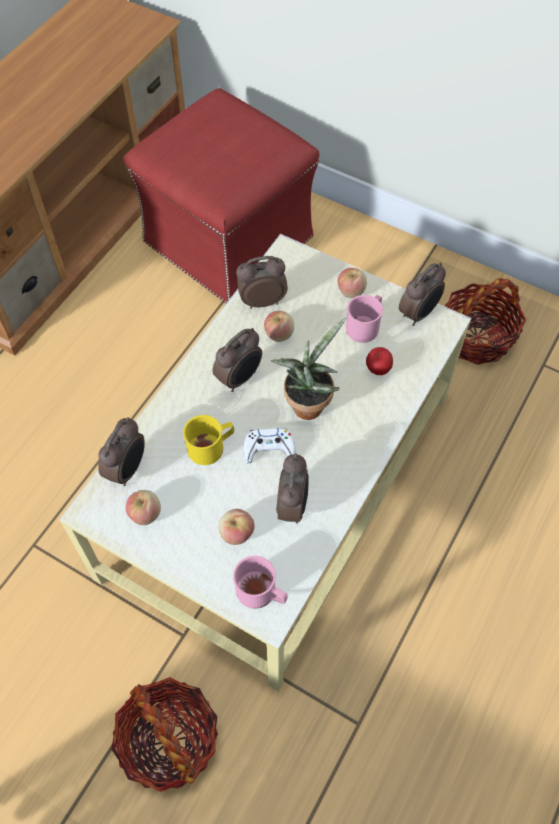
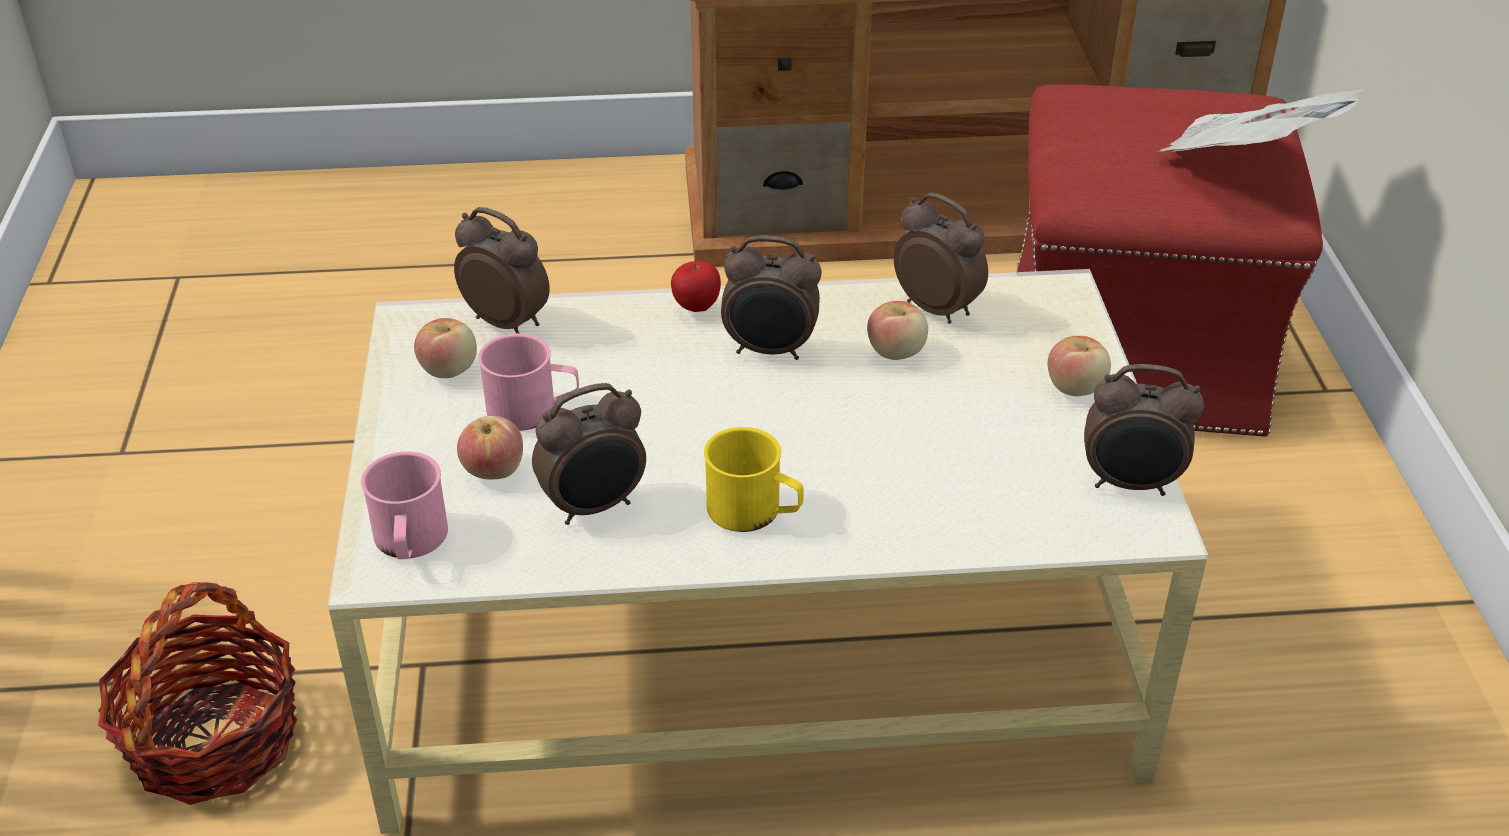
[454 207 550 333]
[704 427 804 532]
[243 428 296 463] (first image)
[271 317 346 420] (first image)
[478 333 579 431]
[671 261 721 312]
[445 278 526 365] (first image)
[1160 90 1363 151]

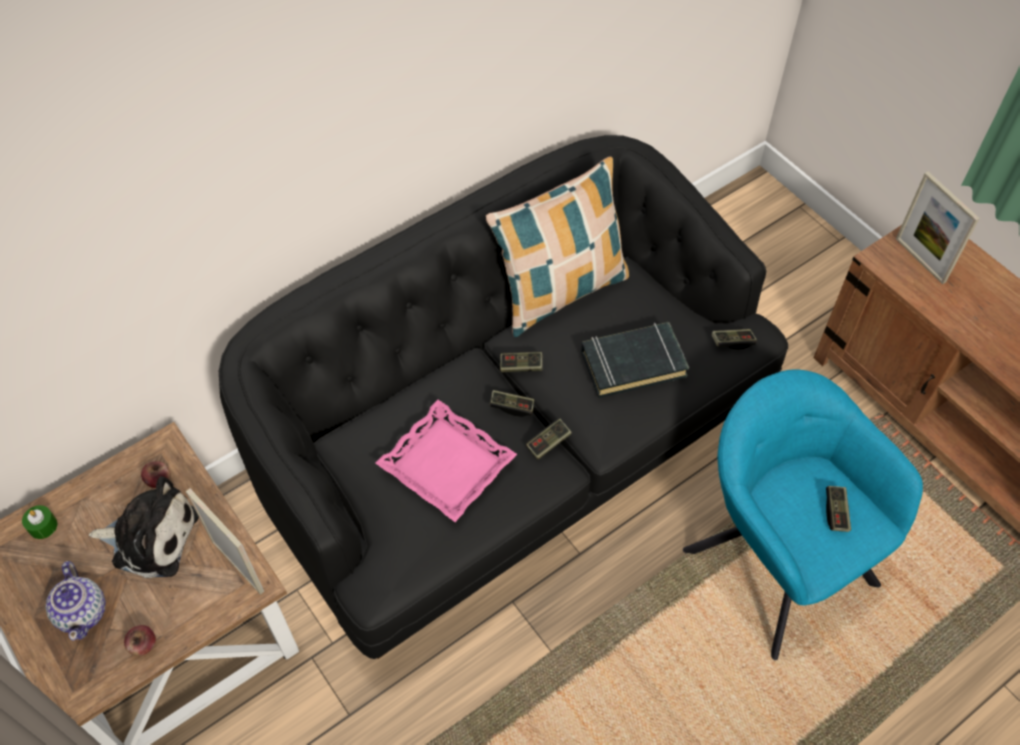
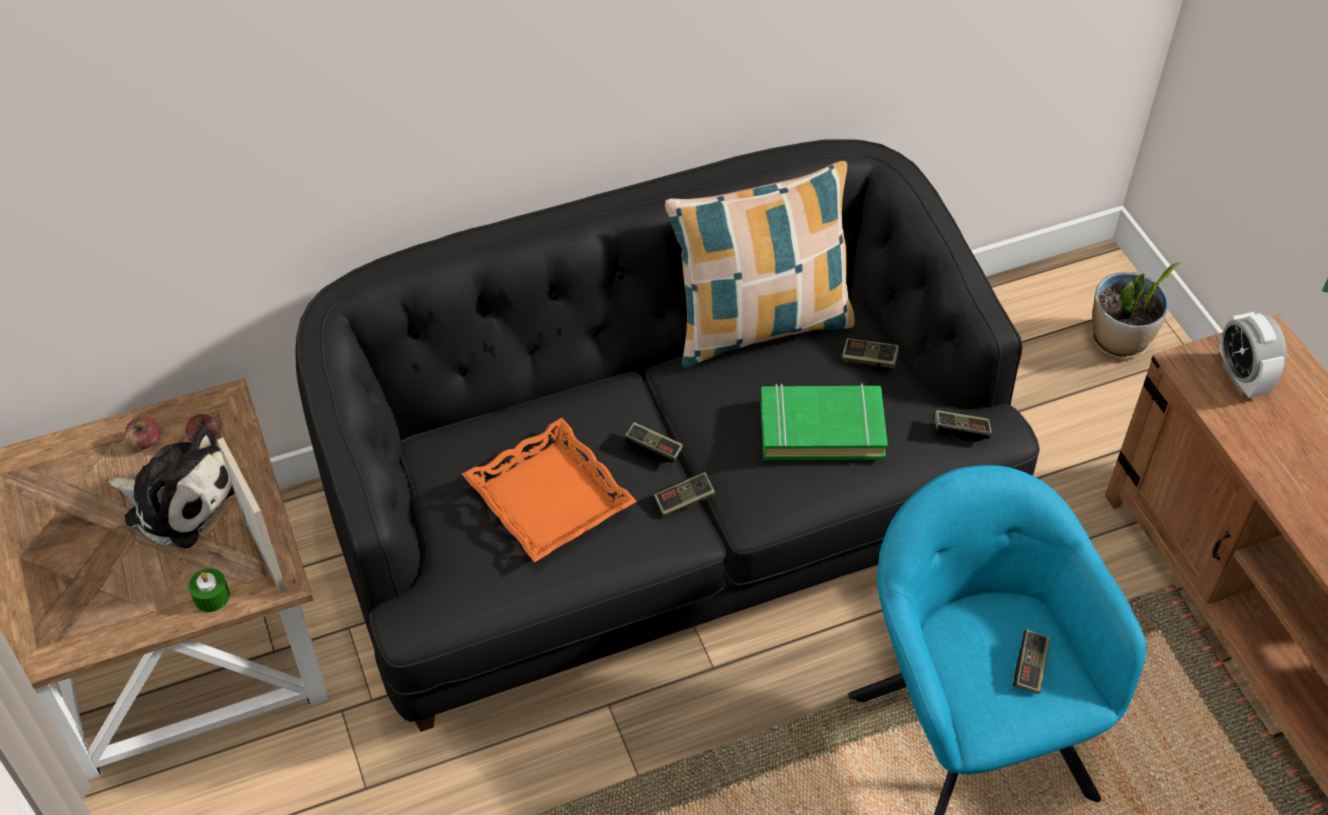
[189 569 230 612]
[45 561 106 641] (first image)
[125 416 160 450]
[462 418 637 563]
[842 338 899 368]
[760 383 888 460]
[1219 312 1287 398]
[1091 263 1181 359]

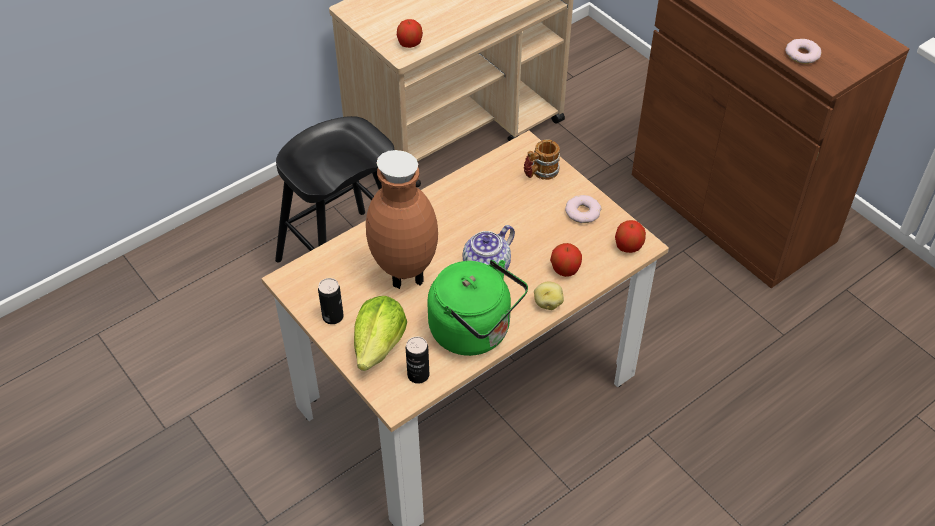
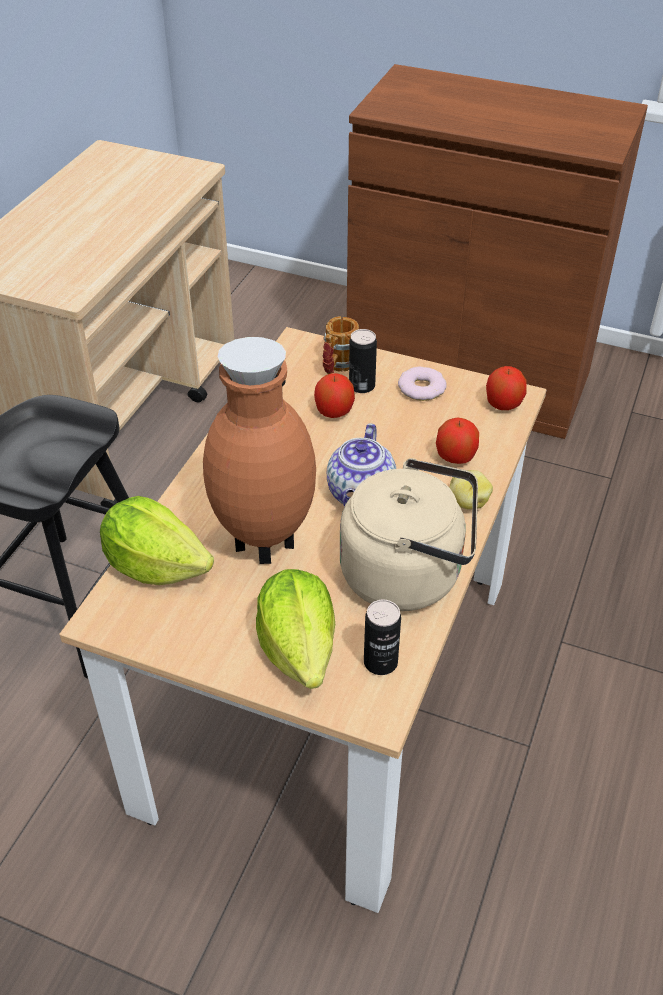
[349 329 377 393]
[314 373 355 418]
[340 458 478 611]
[785 39 822 64] (first image)
[100 496 214 585]

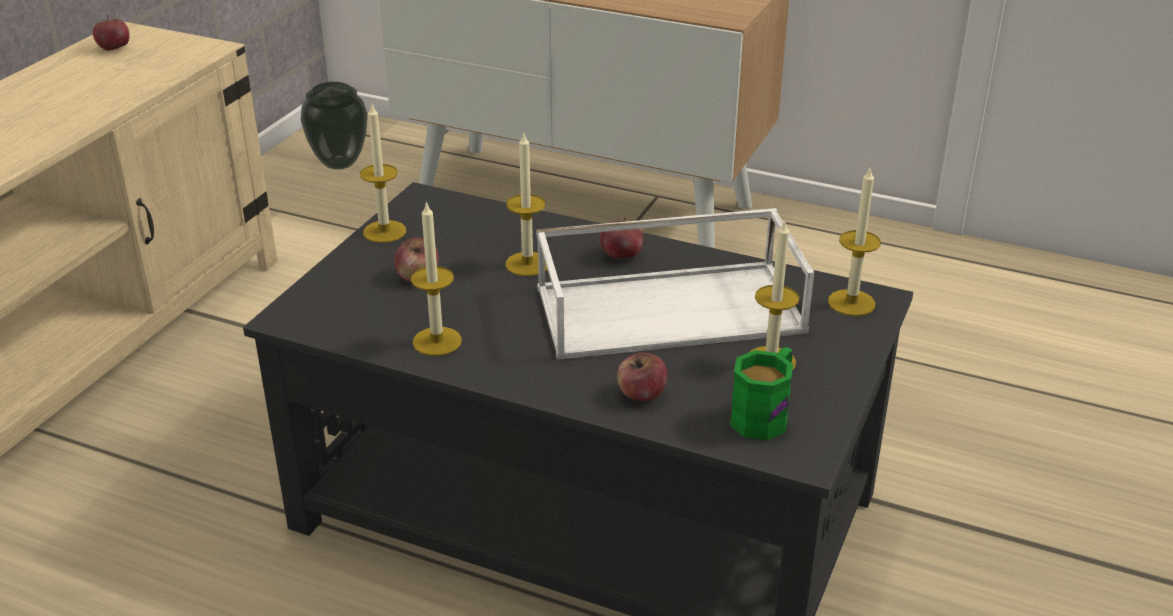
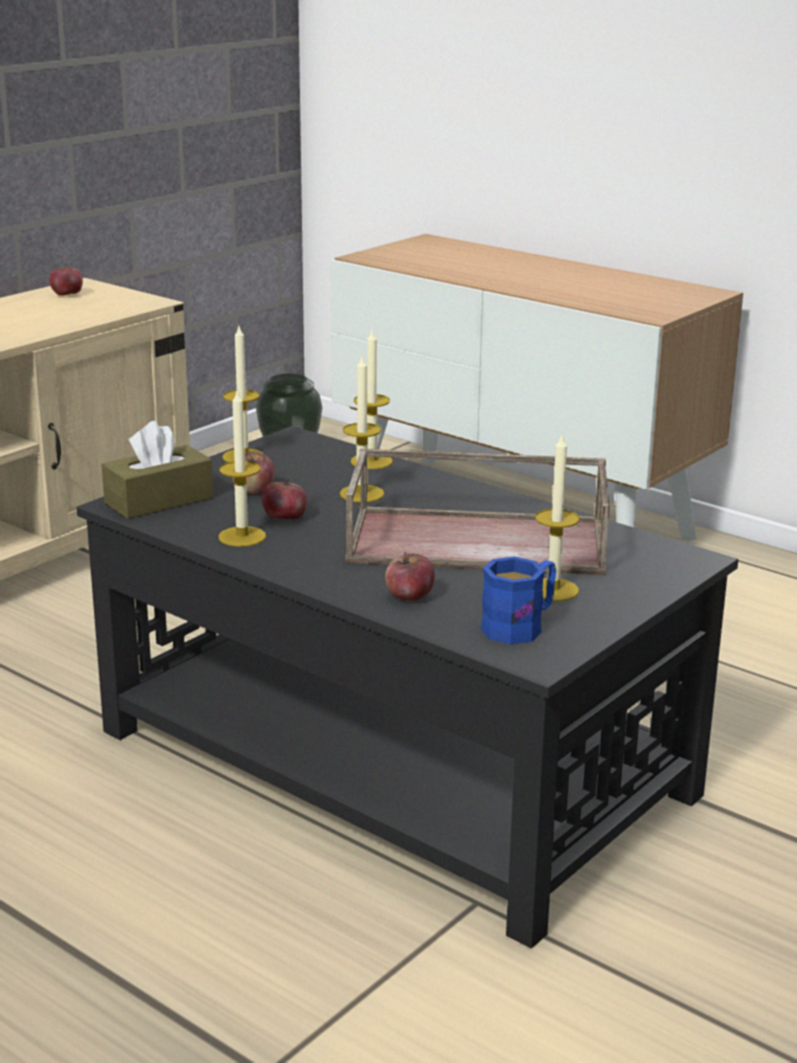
[345 449 610 575]
[262 478 307 520]
[481 556 556 645]
[351 330 393 469]
[101 421 213 519]

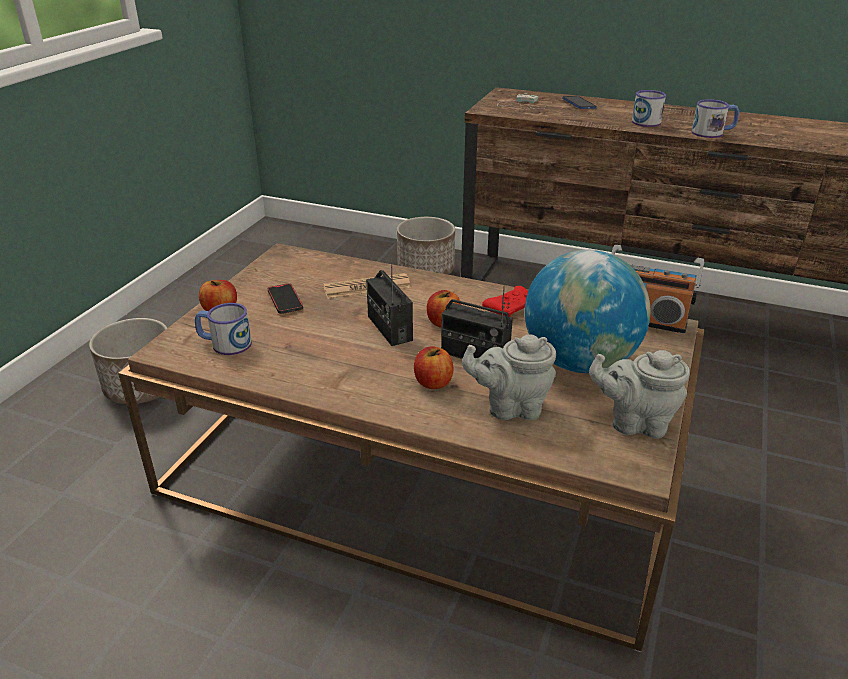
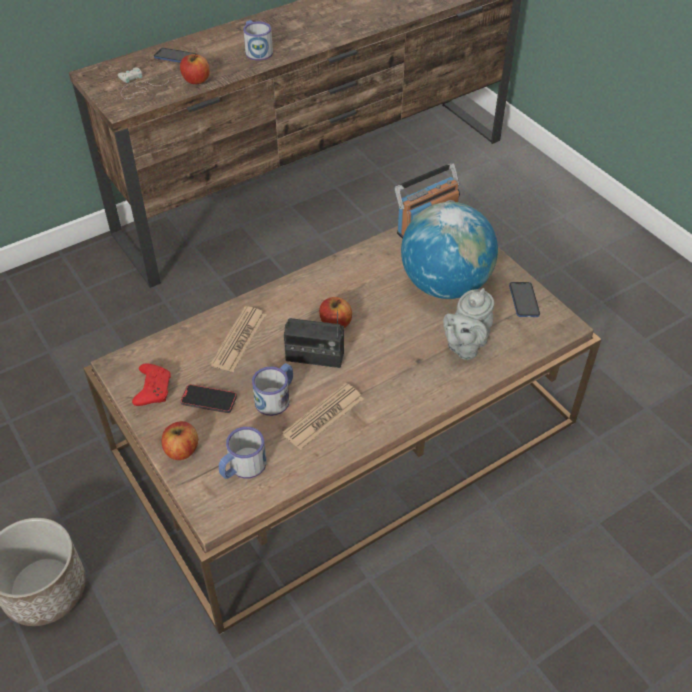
[397 217 455 275] (first image)
[180 54 210 84]
[441 279 513 359] (first image)
[132 363 171 406]
[509 282 540 317]
[252 363 293 416]
[282 383 364 450]

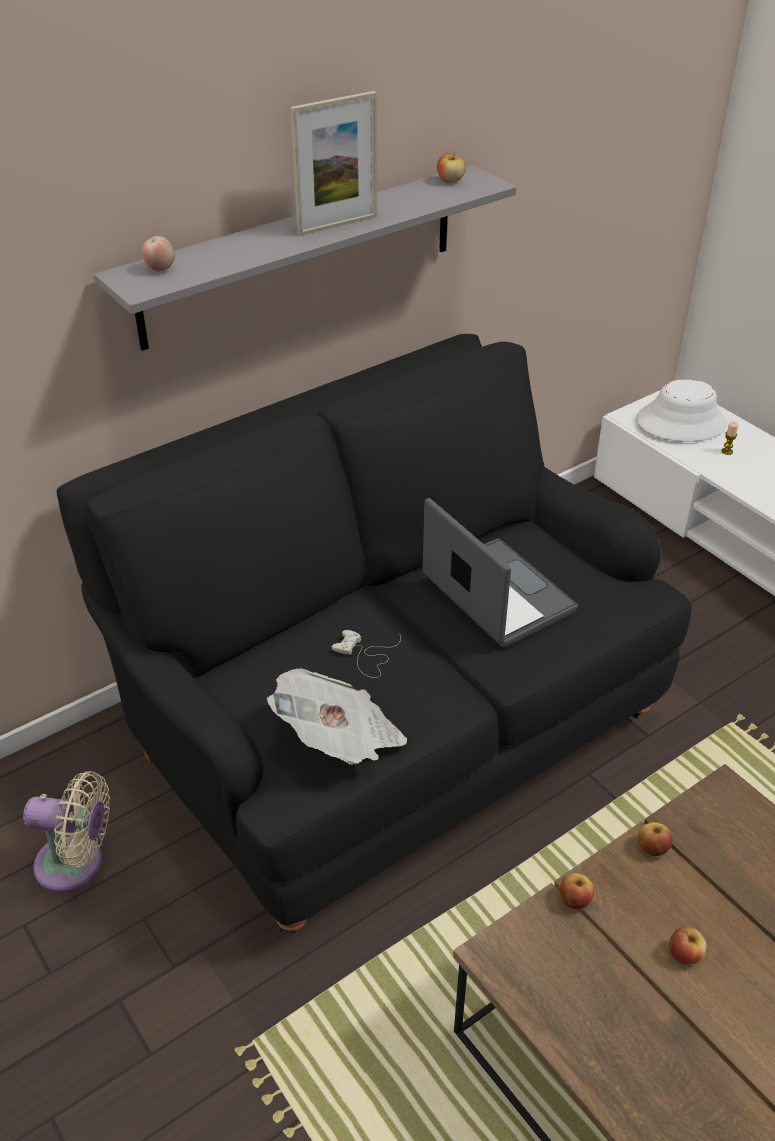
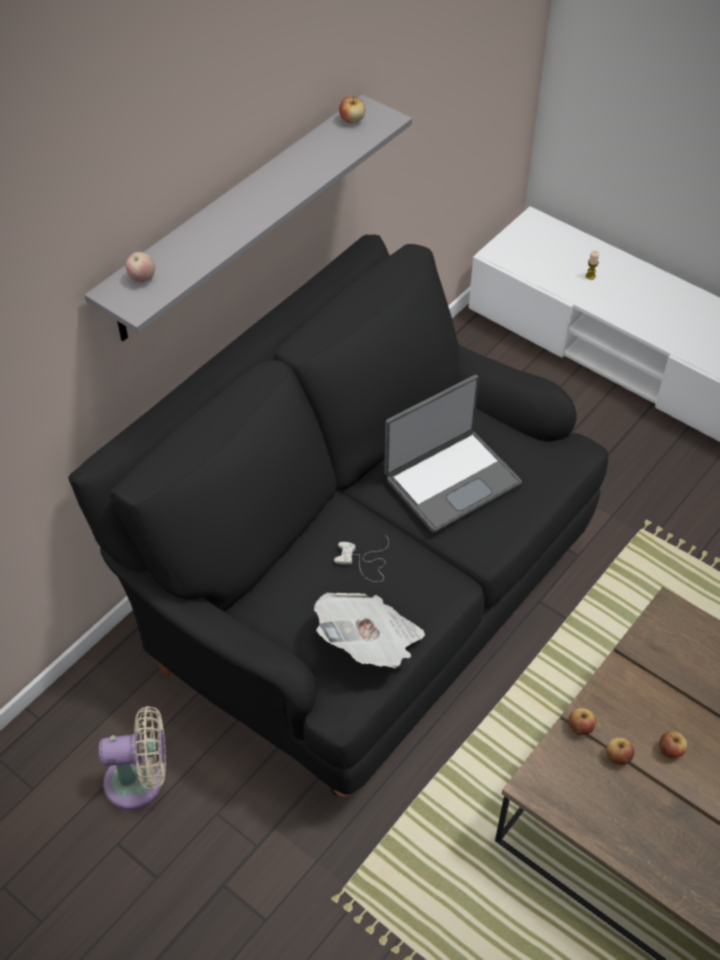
[290 91 377 236] (first image)
[384 375 522 533]
[636 379 727 442] (first image)
[606 738 634 765]

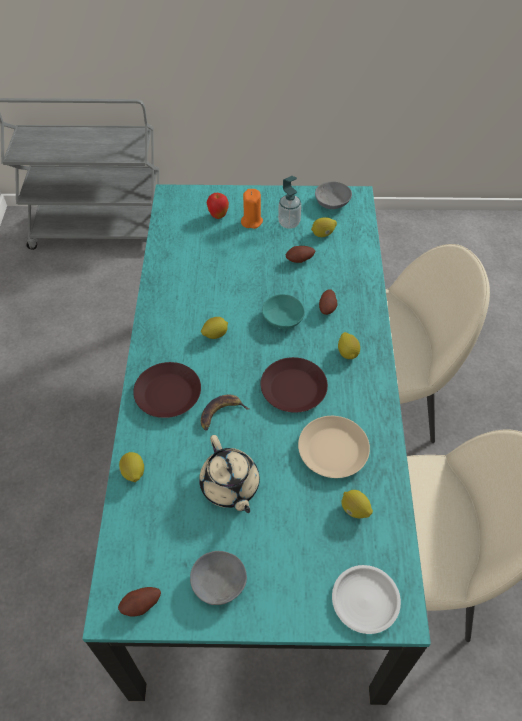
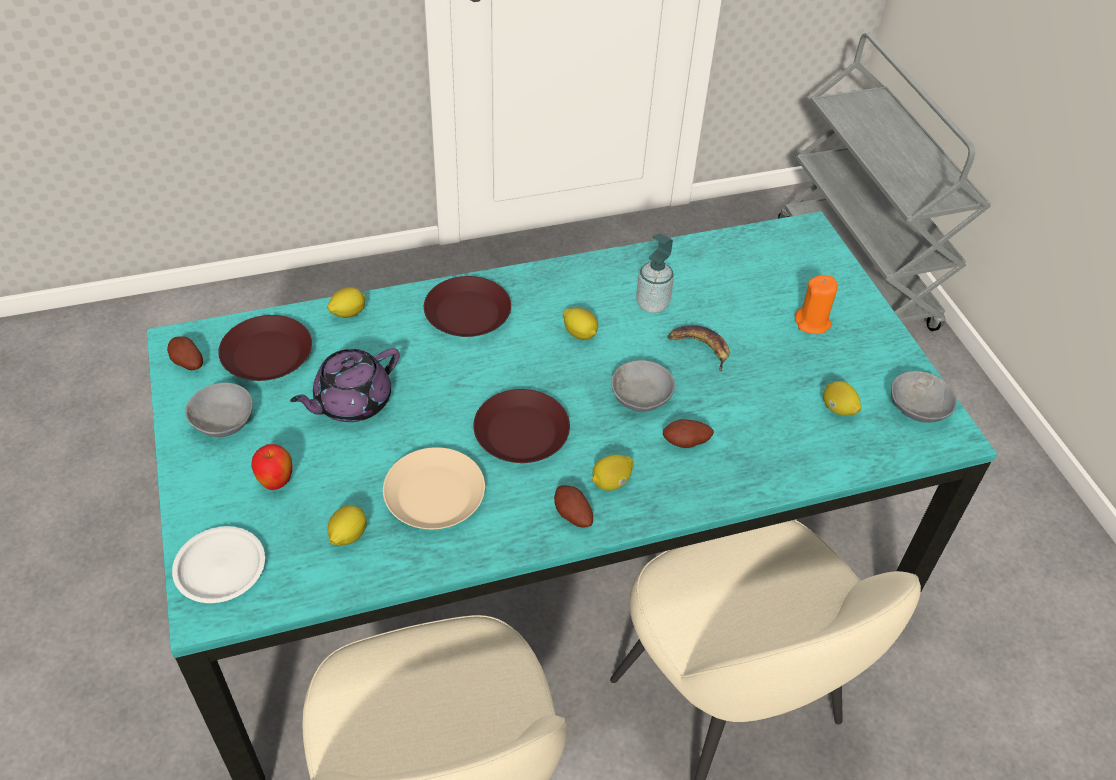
[290 348 400 422]
[667 325 729 372]
[251 444 292 490]
[611 360 675 412]
[636 233 674 313]
[554 485 593 528]
[218 315 312 381]

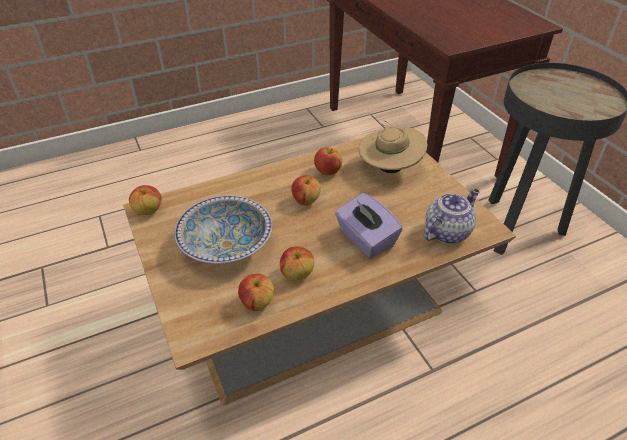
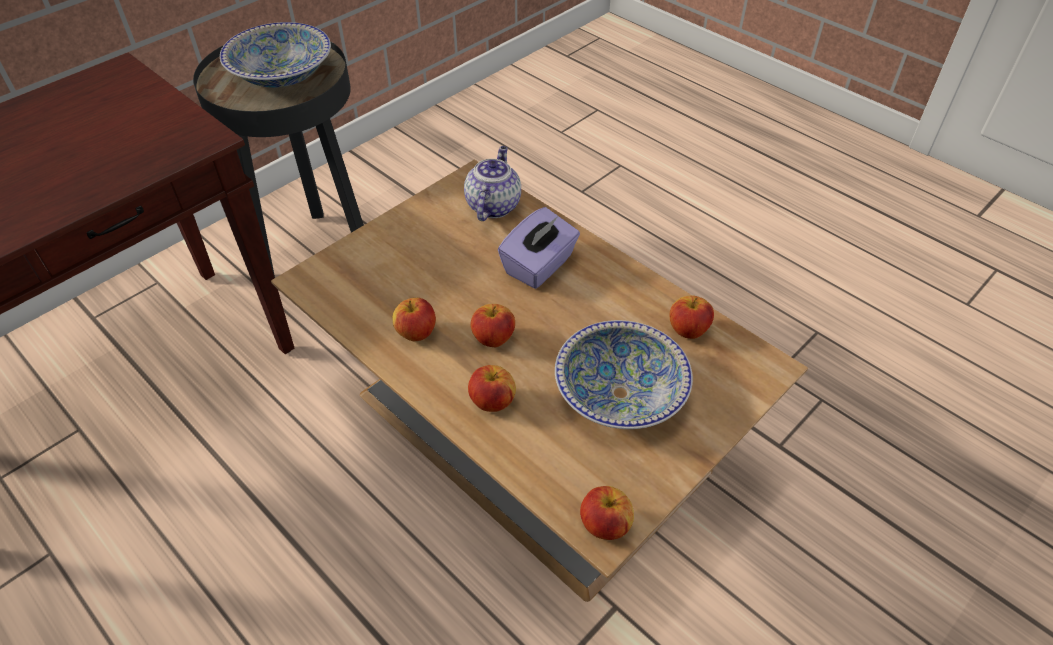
[468 365 516 412]
[358 121 427 173] (first image)
[464 146 521 221]
[220 22 331 88]

